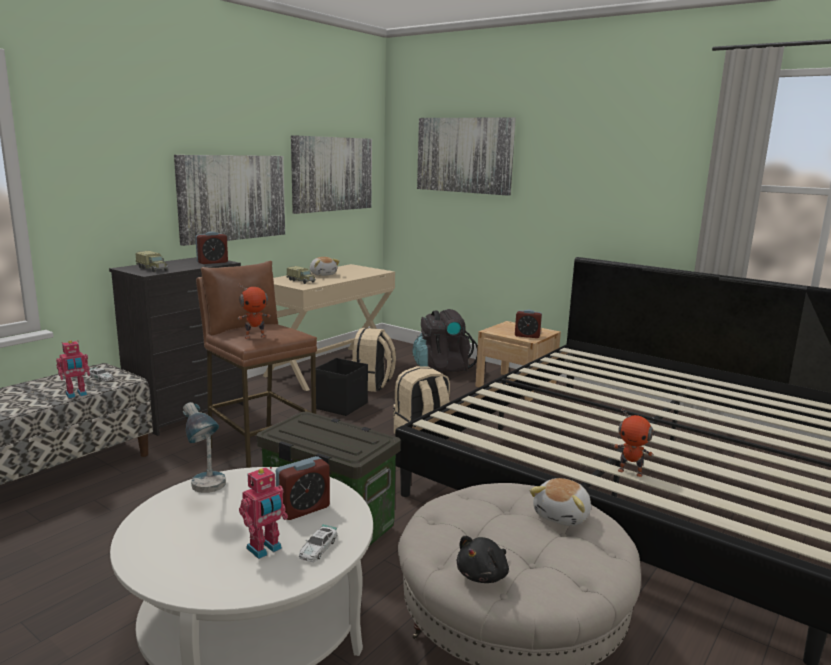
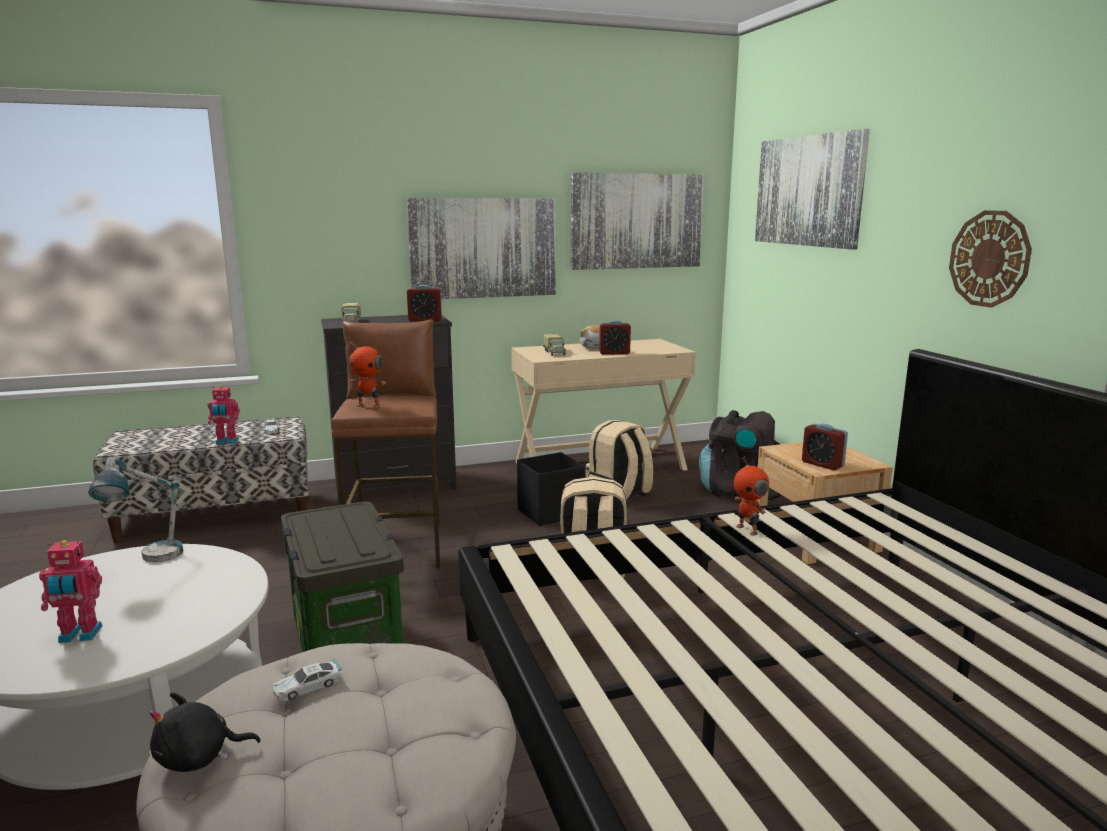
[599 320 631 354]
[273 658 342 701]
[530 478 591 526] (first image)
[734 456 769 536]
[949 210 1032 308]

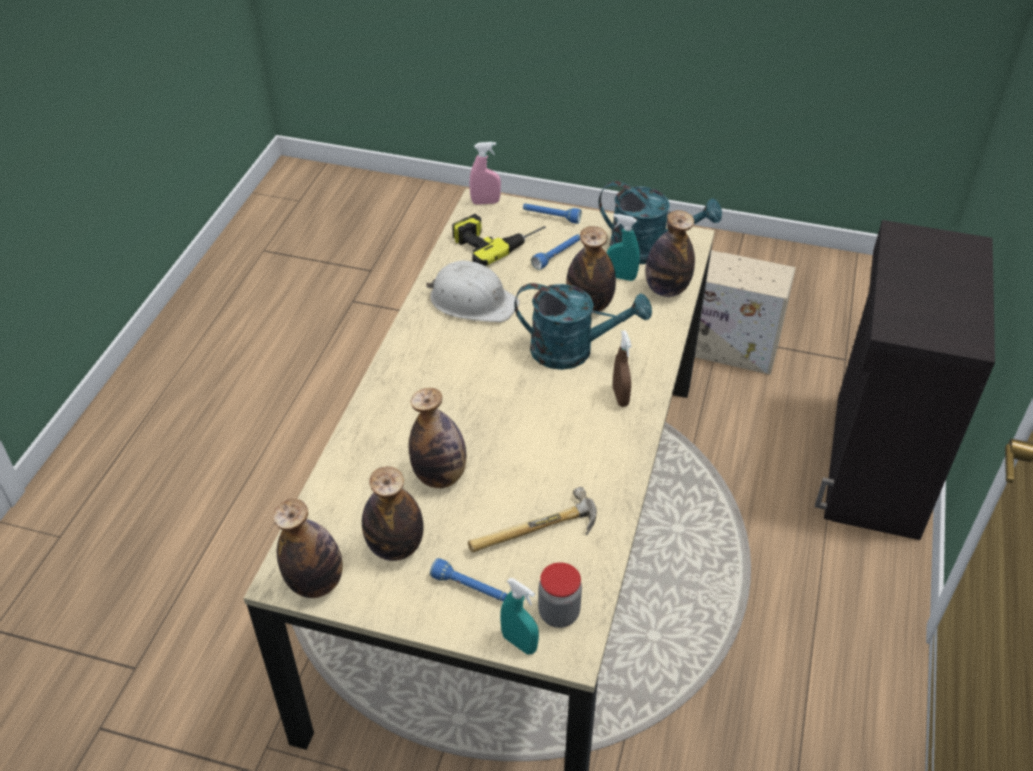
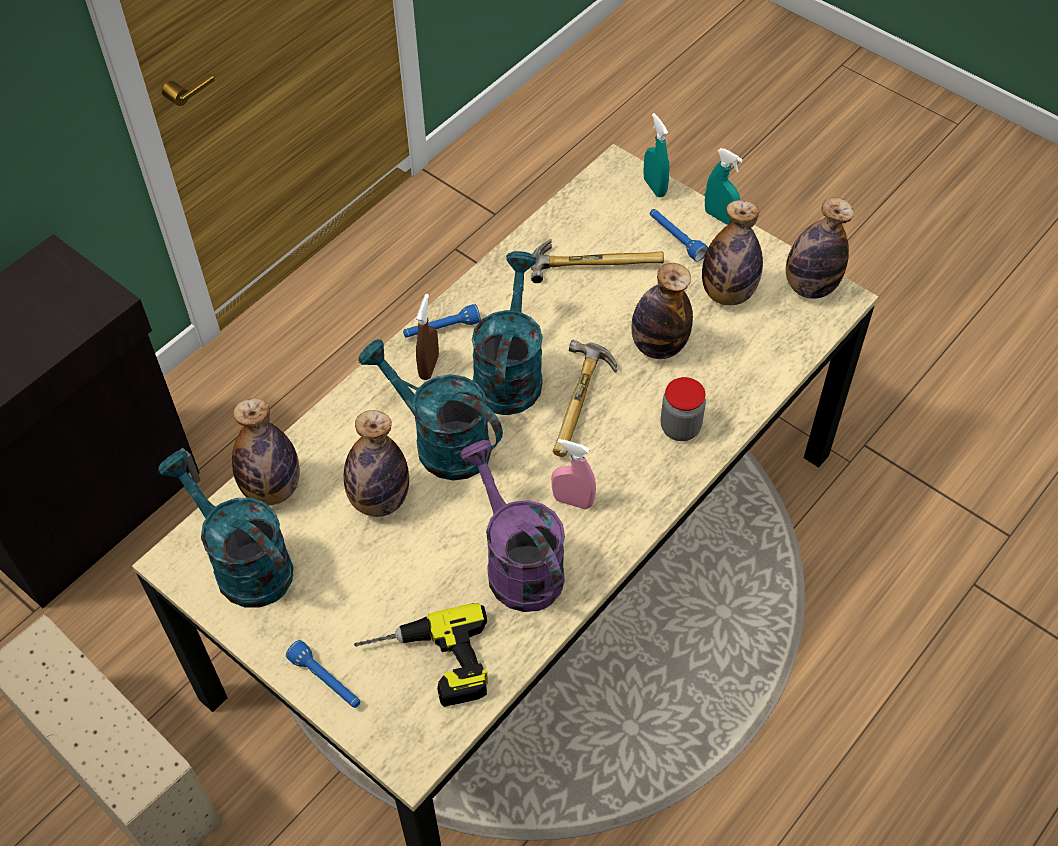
[460 440 565 612]
[551 439 596 510]
[403 304 481 337]
[661 377 706 441]
[705 148 743 225]
[472 251 543 415]
[553 339 617 457]

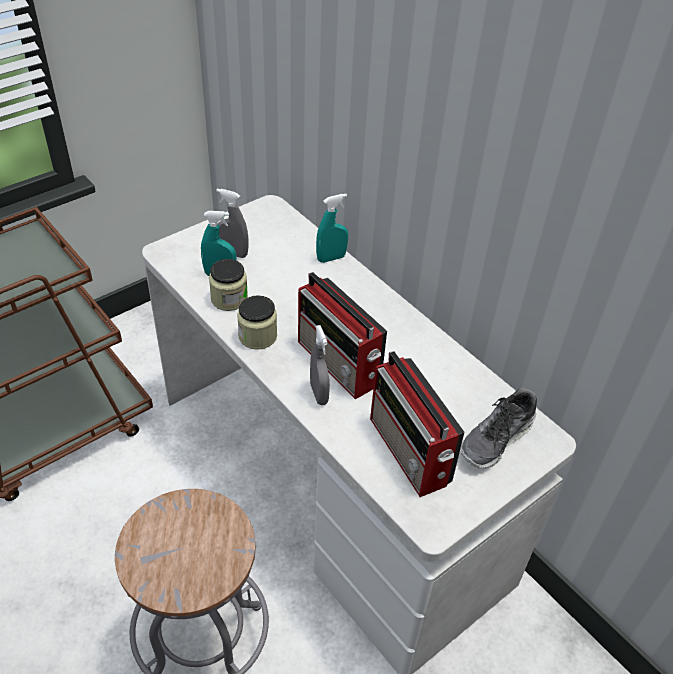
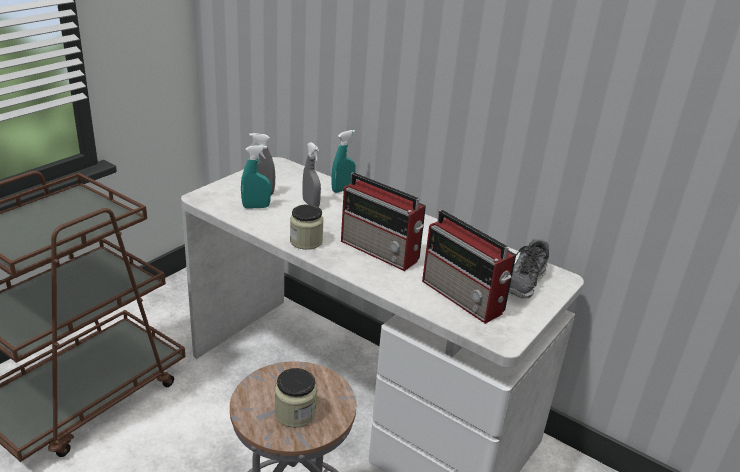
[275 368 317 428]
[302 142 321 207]

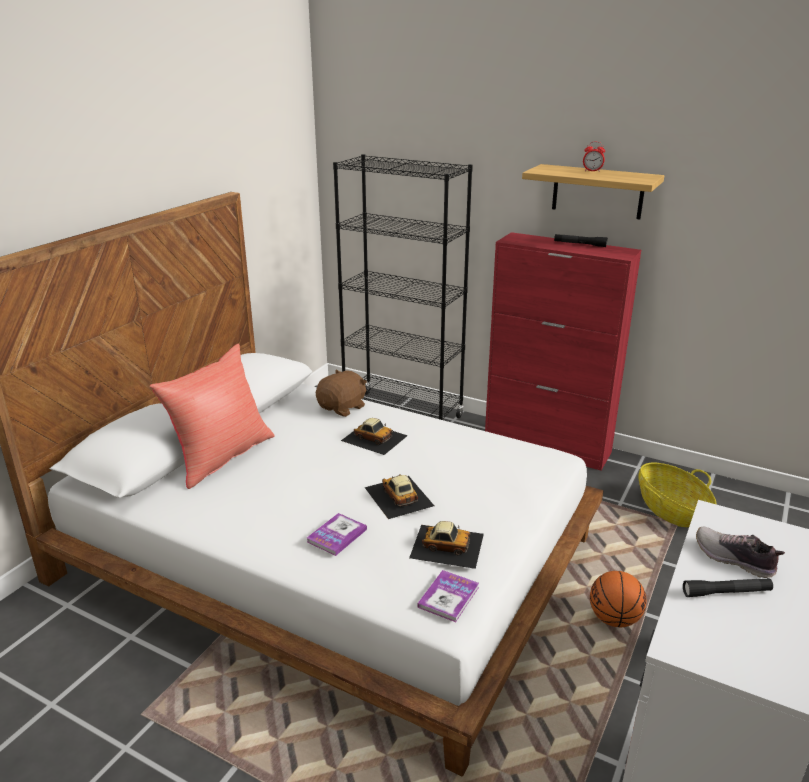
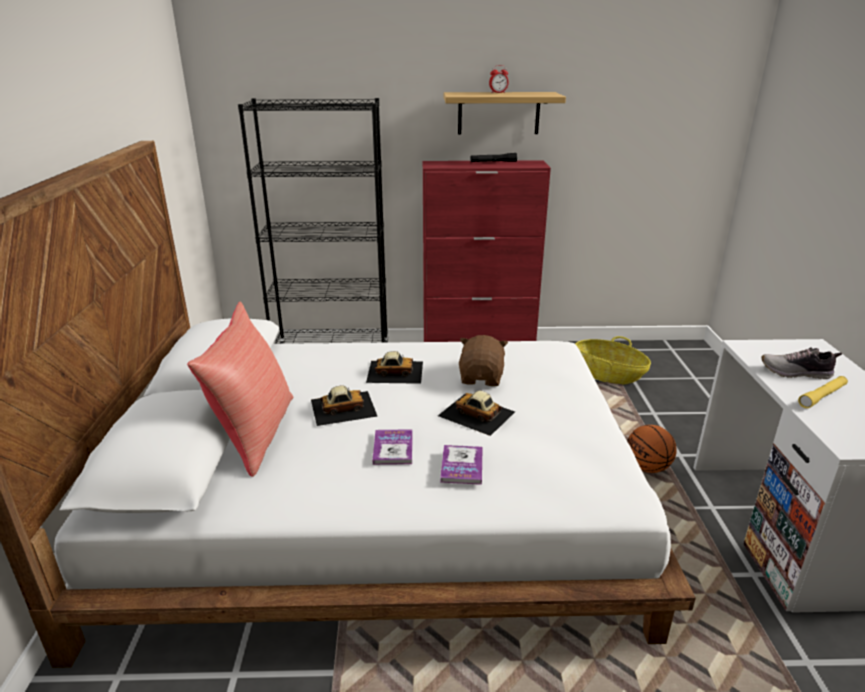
[459 335 508 386]
[311 385 377 426]
[373 429 413 465]
[798 376 848 408]

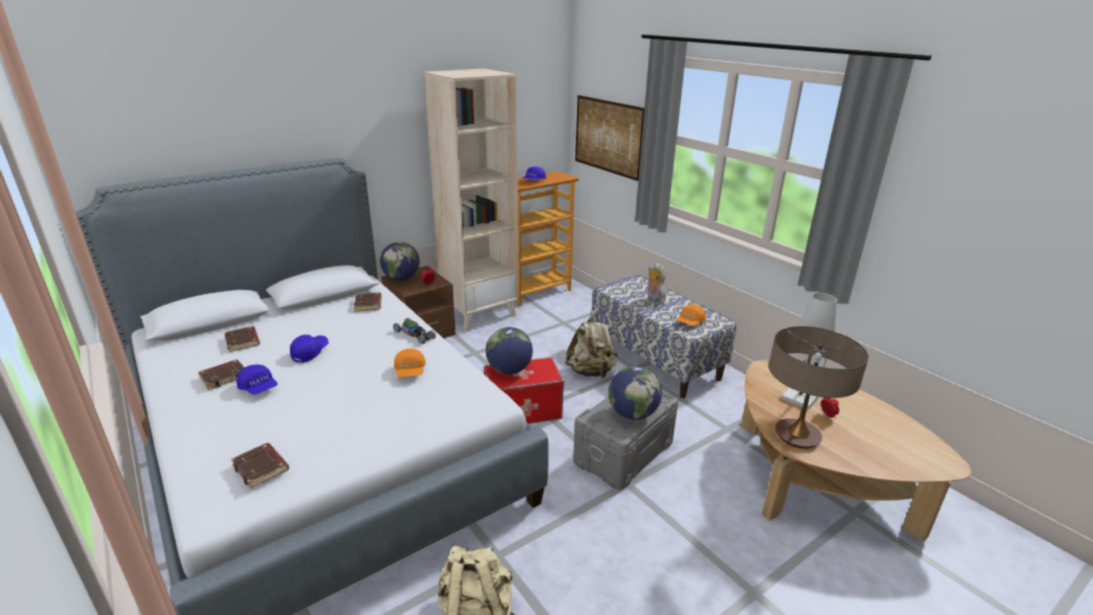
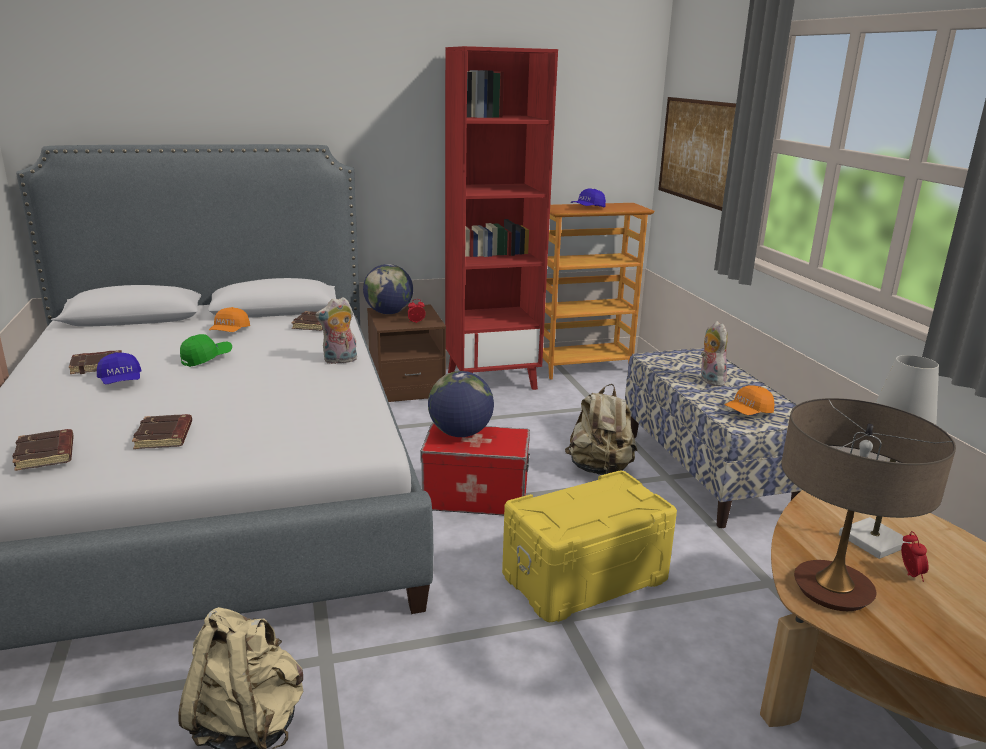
[132 414 192 449]
[180 334 232 367]
[315 297 357 364]
[209 307 250 332]
[445 46 558 390]
[502 470 677 622]
[608 366 662 420] (first image)

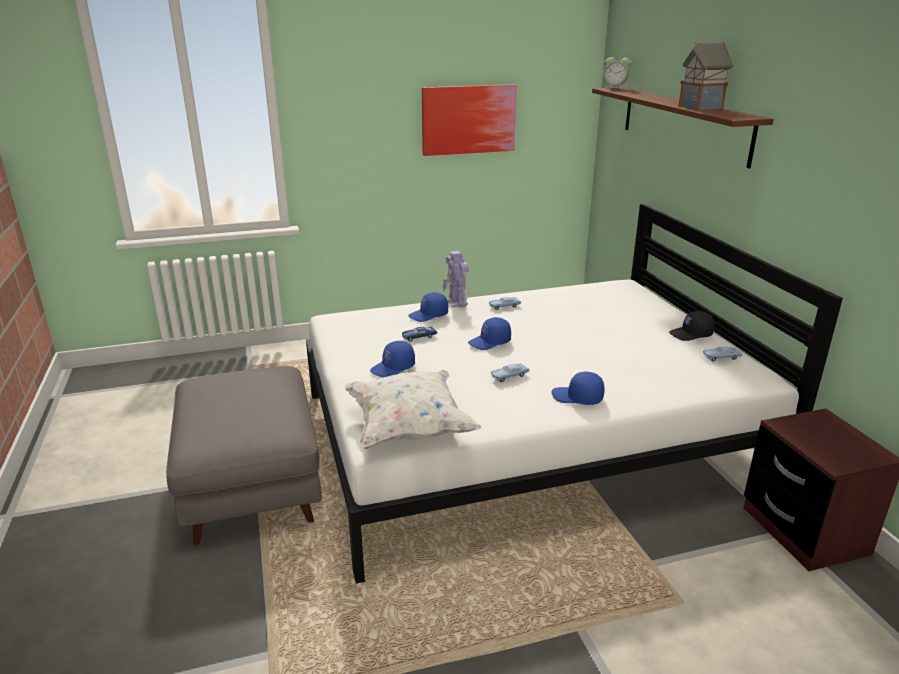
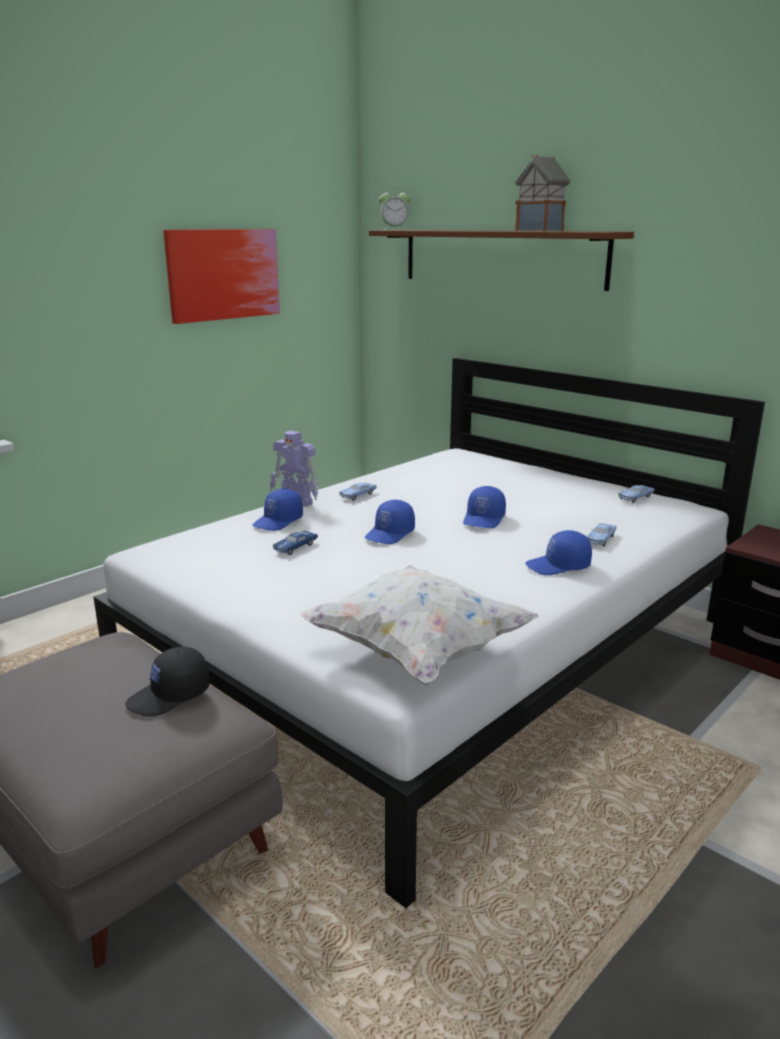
[463 486 506 528]
[586 523 617 547]
[125 647 209 717]

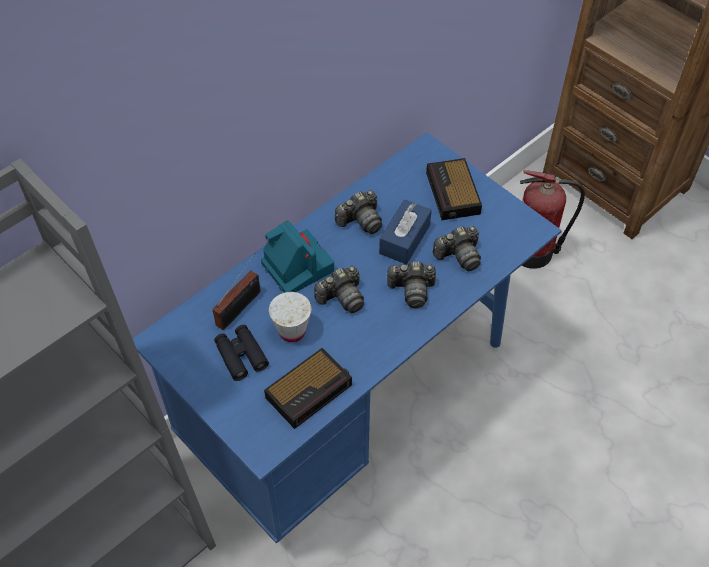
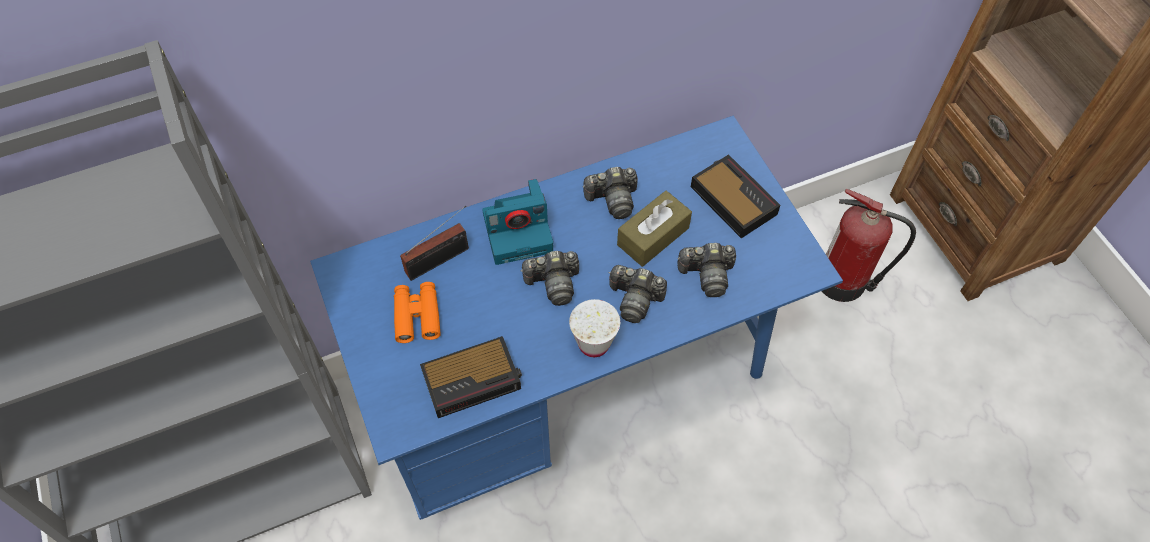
[394 282 441 343]
[482 179 553 265]
[569 299 620 357]
[617 191 692 267]
[691 154 780 238]

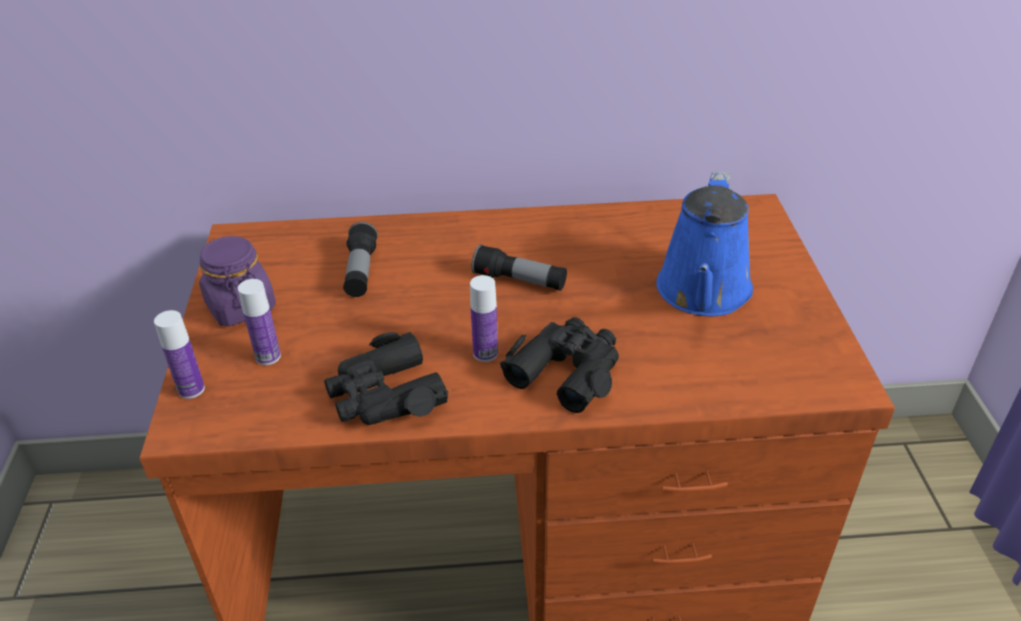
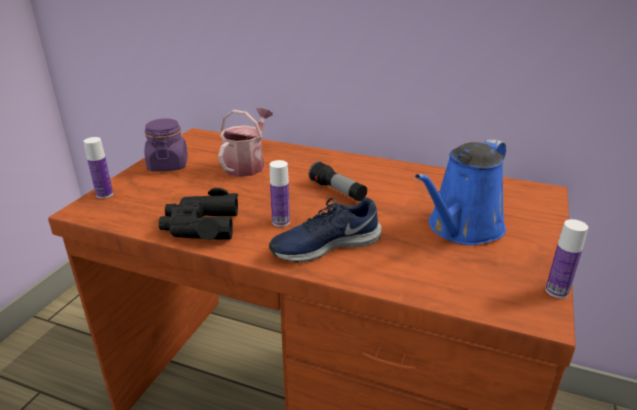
[546 219 588 298]
[218 108 273 177]
[269 197 382 263]

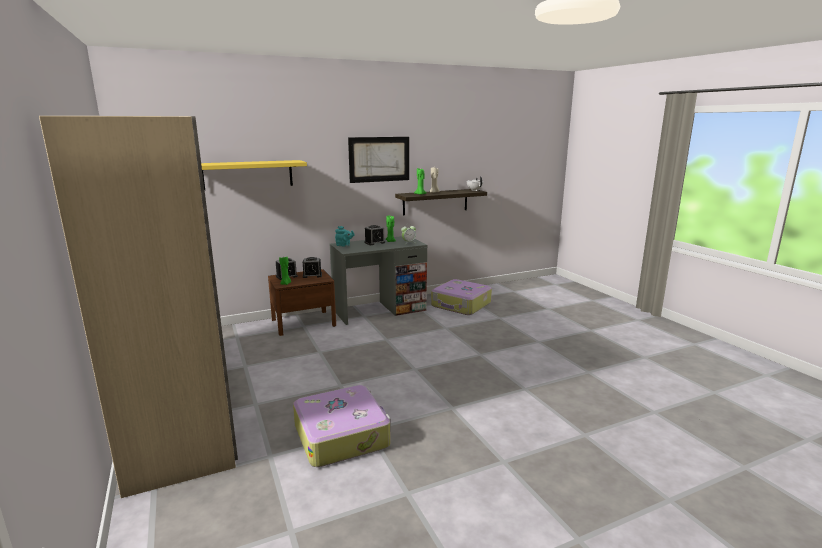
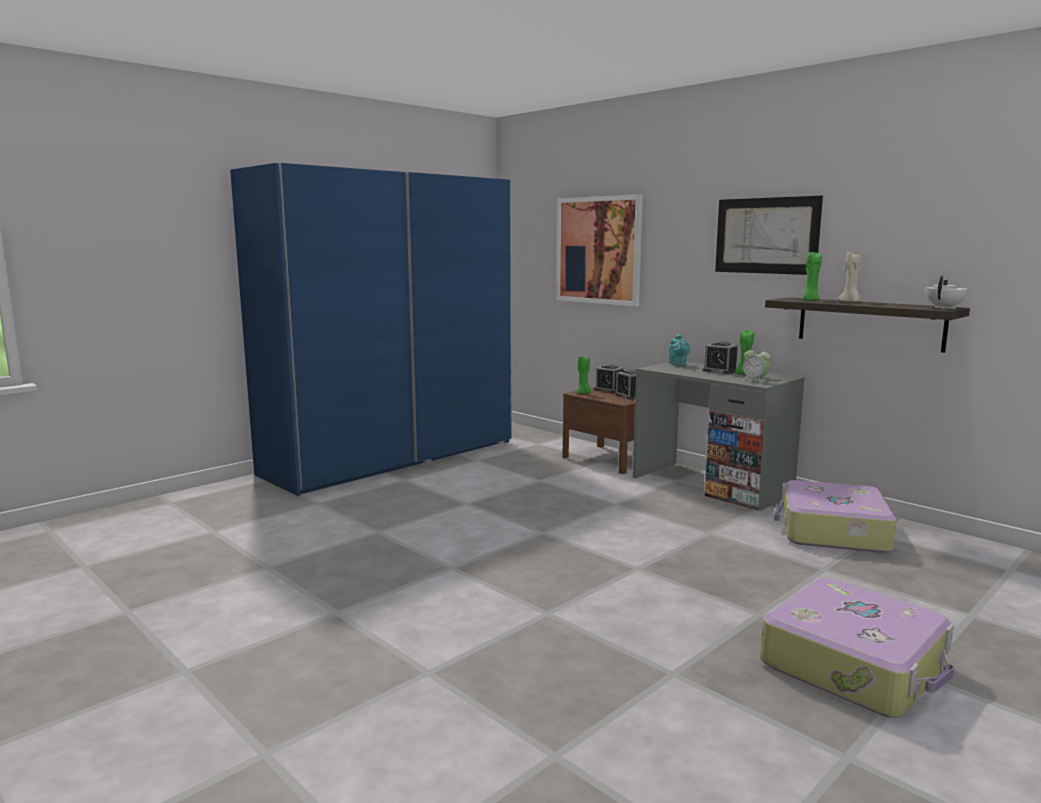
[230 163 512 496]
[556 194 643 306]
[760 578 954 718]

